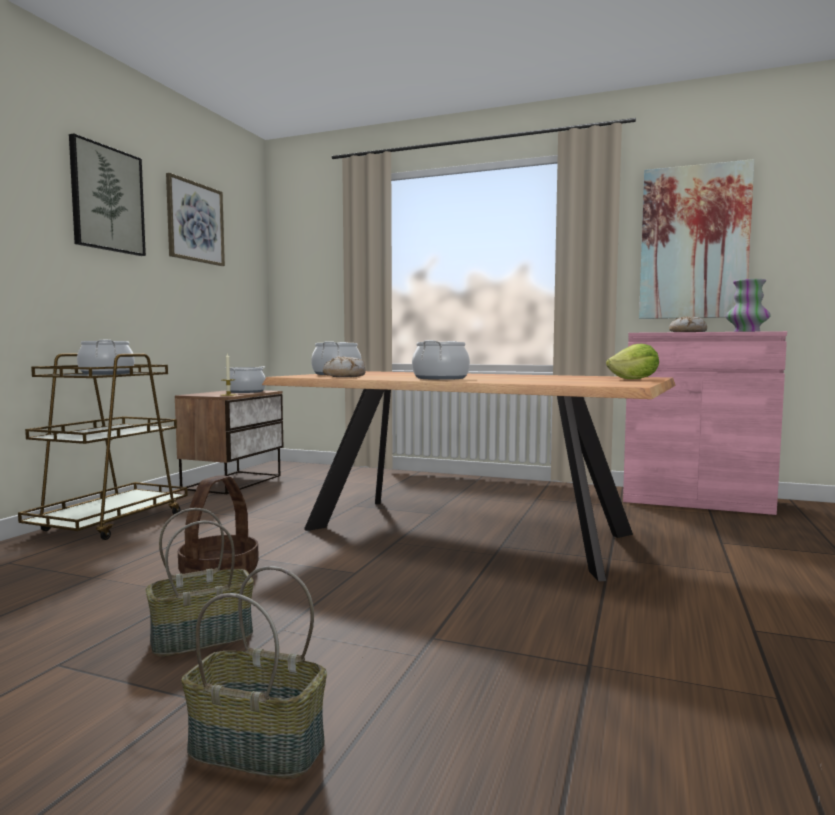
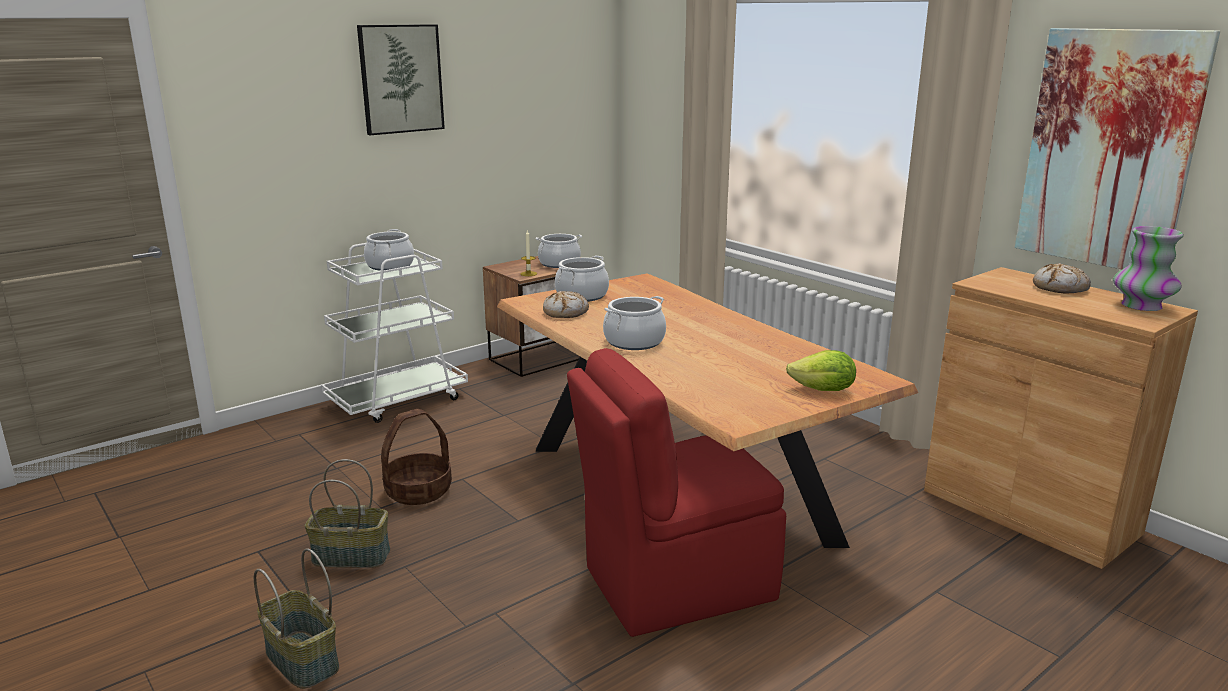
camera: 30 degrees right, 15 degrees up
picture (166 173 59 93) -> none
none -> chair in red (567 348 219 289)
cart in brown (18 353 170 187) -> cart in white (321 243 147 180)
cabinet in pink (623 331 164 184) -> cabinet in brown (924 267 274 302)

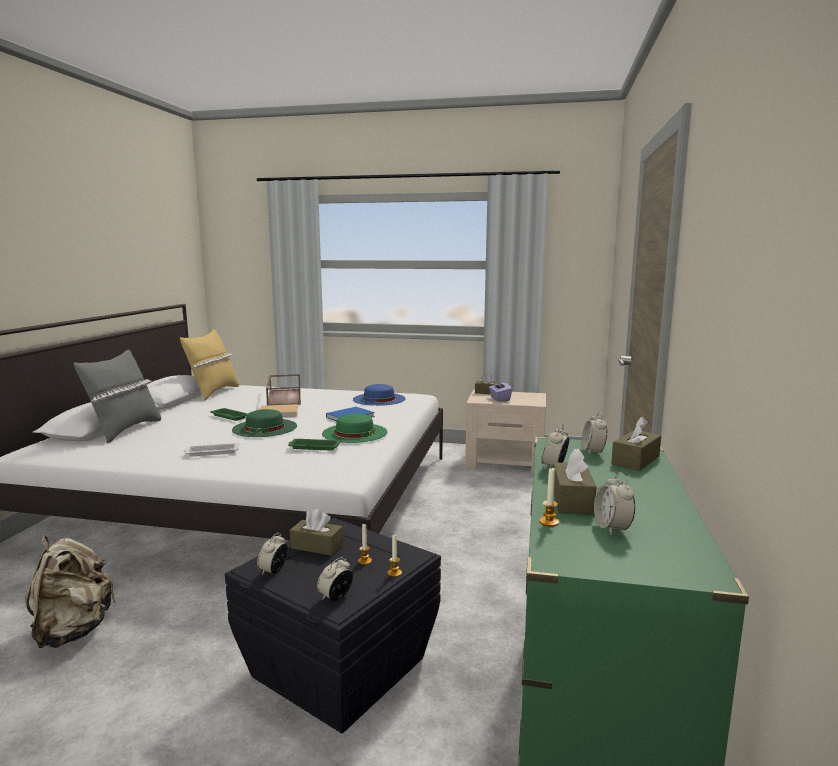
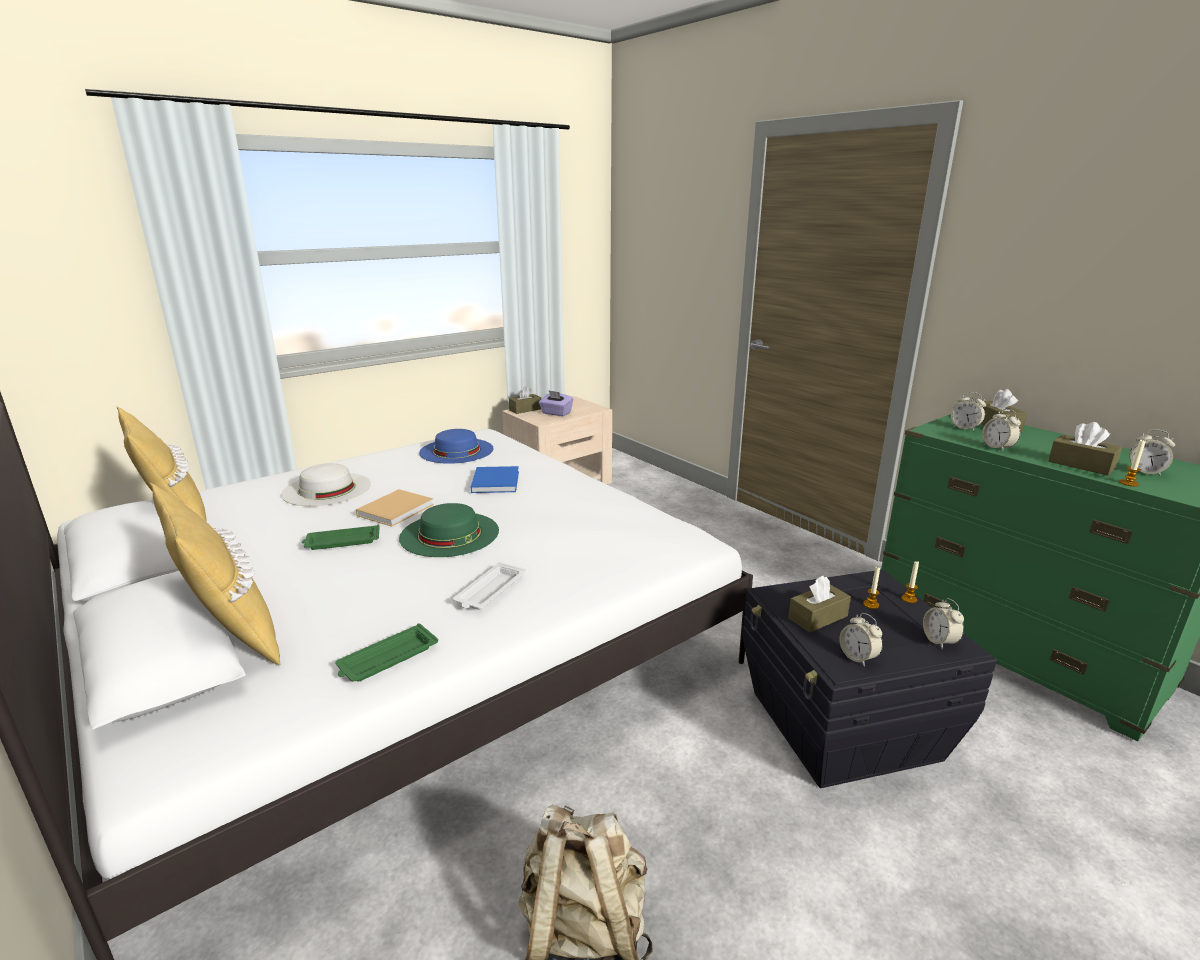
camera: 50 degrees left, 10 degrees up
hat in green (322 414 65 29) -> none
tray in green (288 439 53 11) -> tray in green (335 623 103 59), moved
tray in brown (266 374 35 32) -> hat in white (281 463 90 43)
pillow in grey (74 350 87 93) -> pillow in yellow (149 483 132 183)

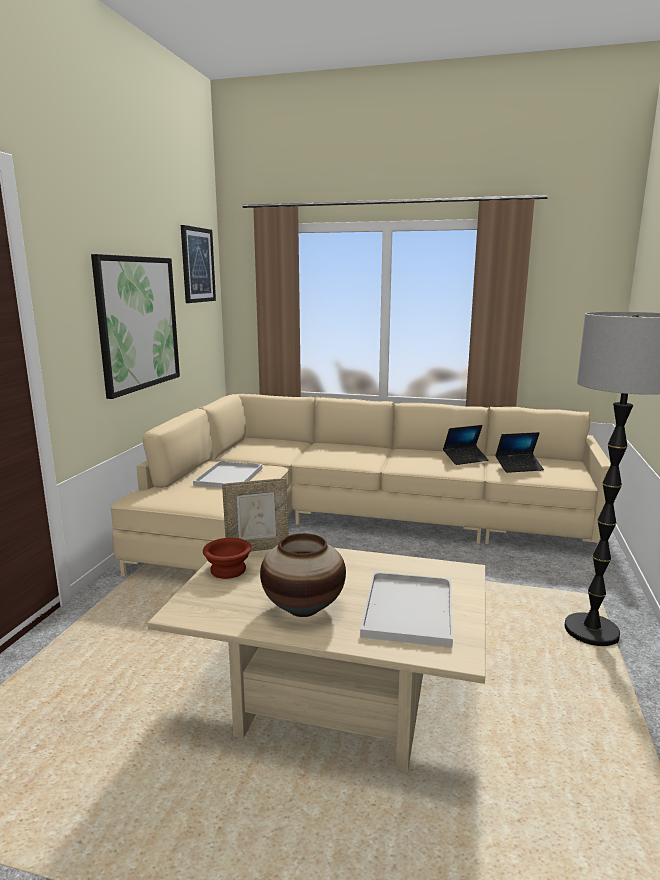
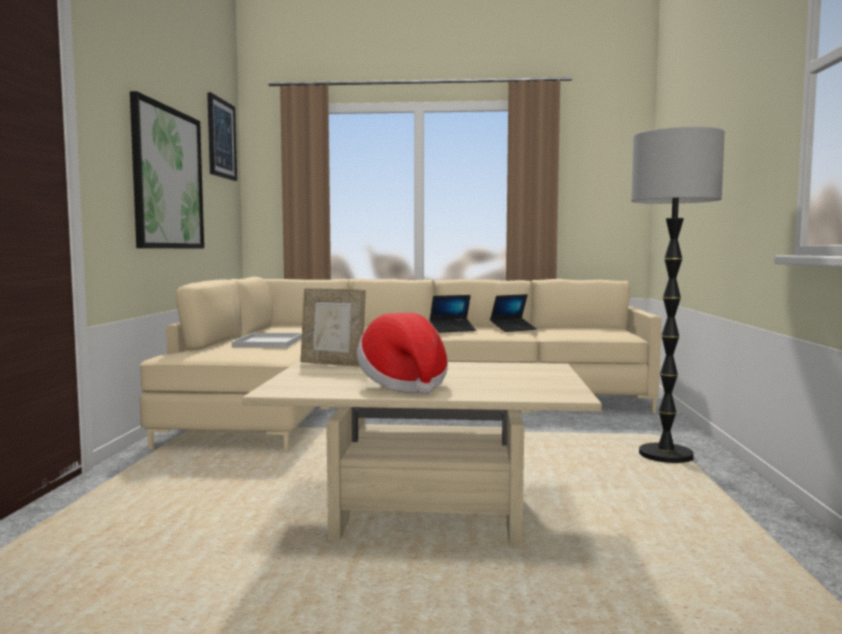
camera: 10 degrees left, 10 degrees down
bowl in brown (203 538 49 41) -> none
tray in white (360 572 93 75) -> none
laptop (495 432 49 41) -> laptop (430 295 47 38), moved
vase (260 533 86 84) -> hat (357 313 91 81)
picture frame (222 478 67 73) -> picture frame (300 288 66 78), 45 degrees clockwise

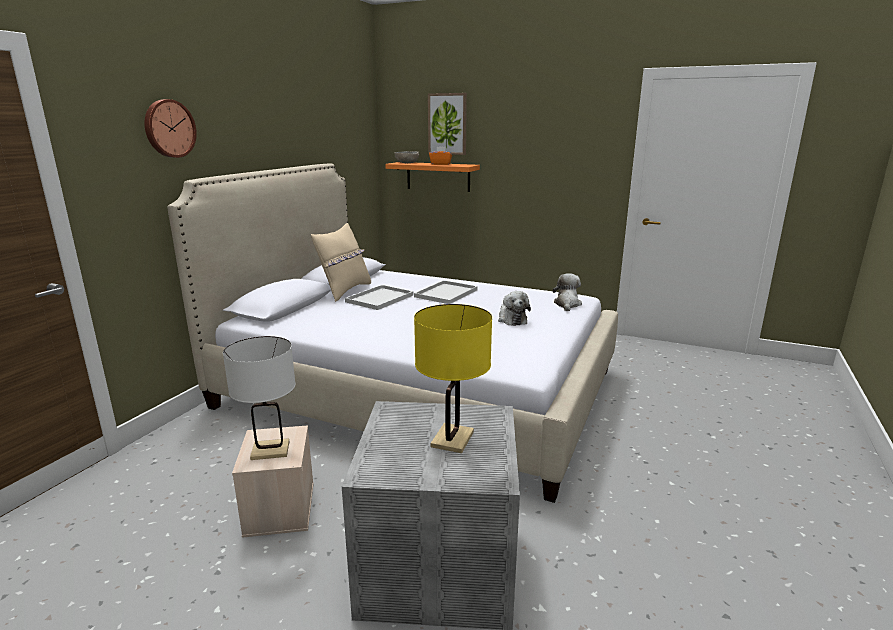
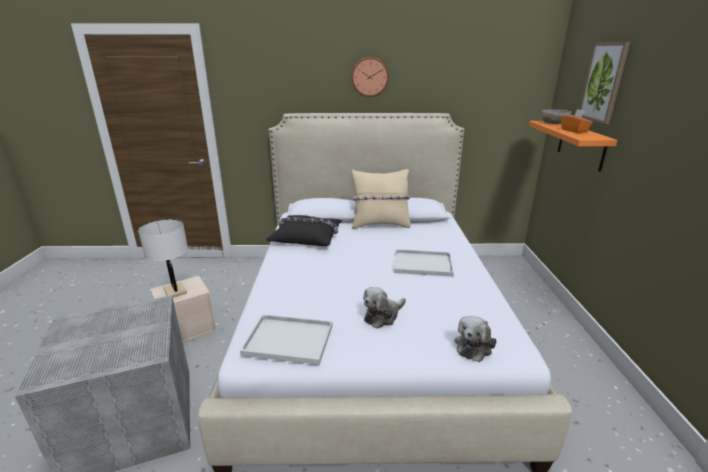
camera: 65 degrees right, 5 degrees up
table lamp in yellow (414 304 78 149) -> none
none -> pillow in black (266 215 76 31)
wall clock (144 99 53 59) -> wall clock (352 57 37 40), moved
tray in white (345 285 69 25) -> tray in white (240 314 93 51), moved
plush toy (553 273 29 38) -> plush toy (454 316 43 46), 135 degrees clockwise

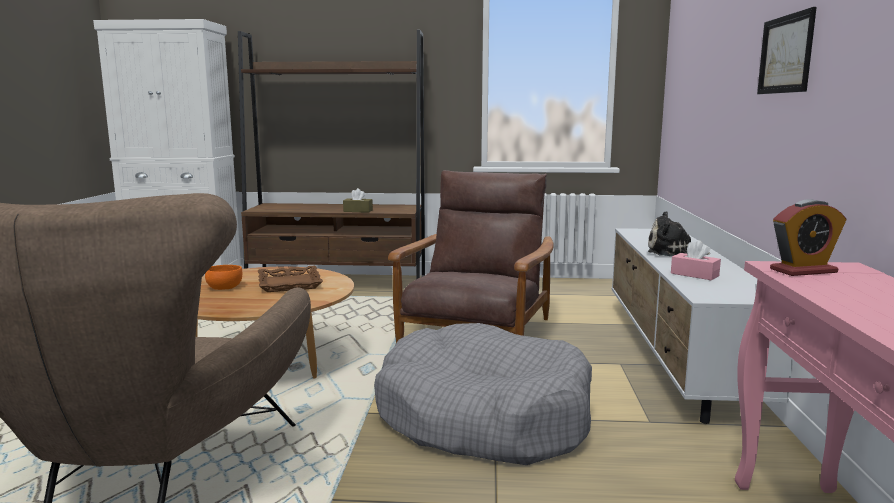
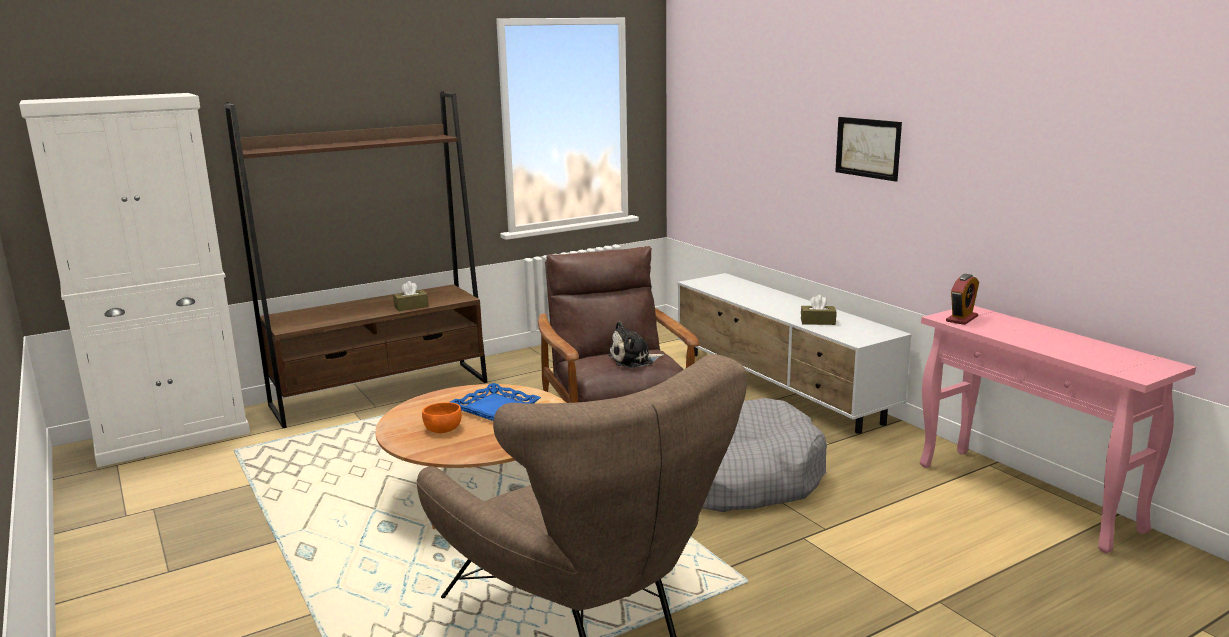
camera: 35 degrees left, 5 degrees up
plush toy (648 211 63 45) -> plush toy (608 321 56 47), moved
tray in brown (258 265 65 27) -> tray in blue (450 383 91 38)
tissue box in pink (671 240 50 40) -> tissue box in brown (801 295 35 30)

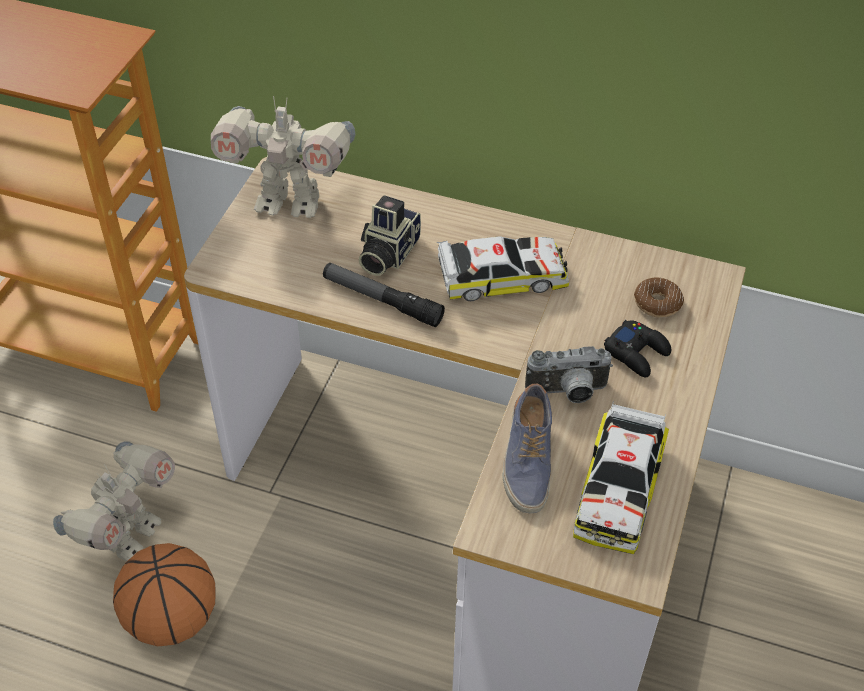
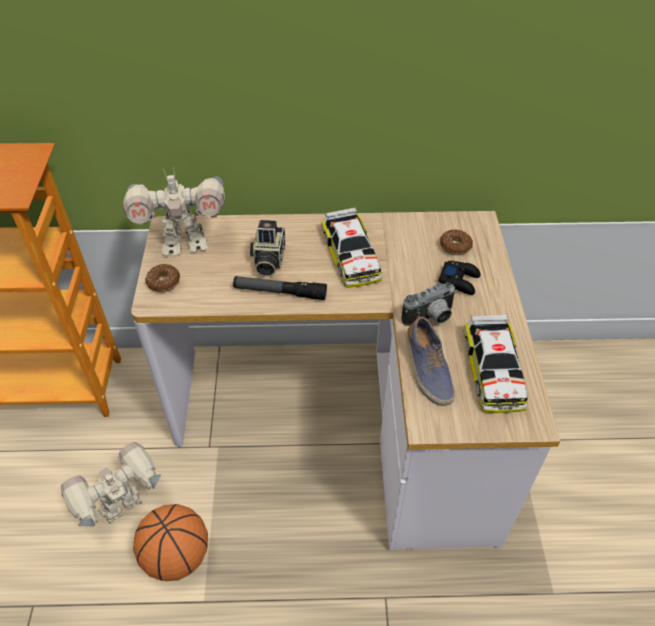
camera: 20 degrees left, 0 degrees up
none -> donut (145 264 35 28)
toy robot (53 441 122 120) -> toy robot (61 442 100 84), 135 degrees counterclockwise
toy car (436 237 133 64) -> toy car (322 207 60 81), 105 degrees clockwise

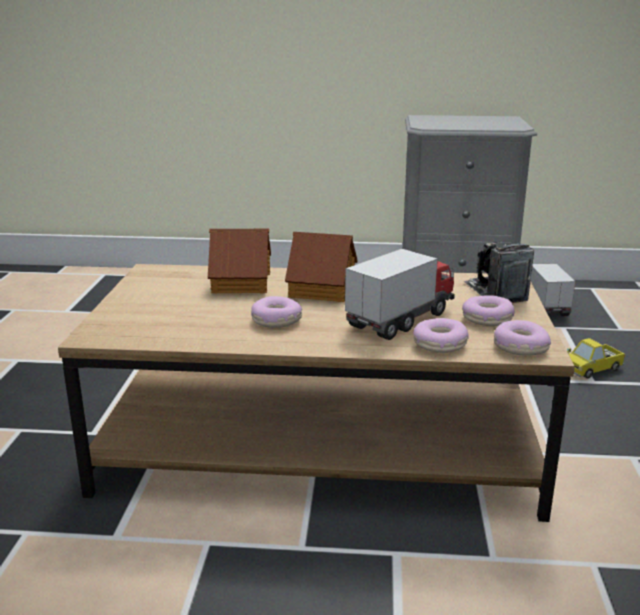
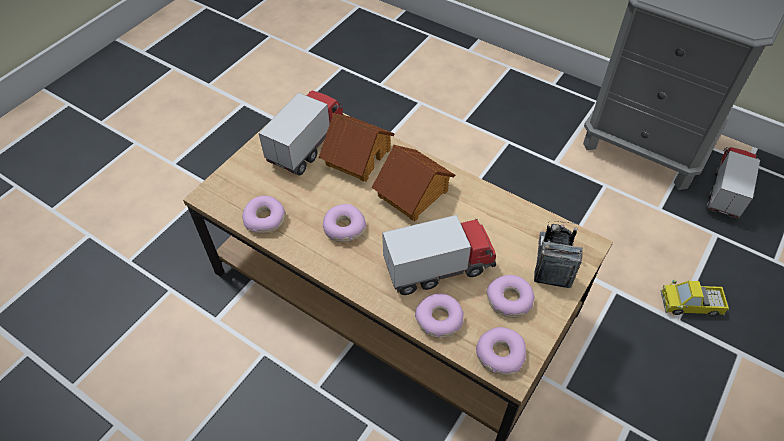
camera: 30 degrees right, 30 degrees up
none -> donut (242 196 44 37)
none -> toy truck (259 90 85 86)

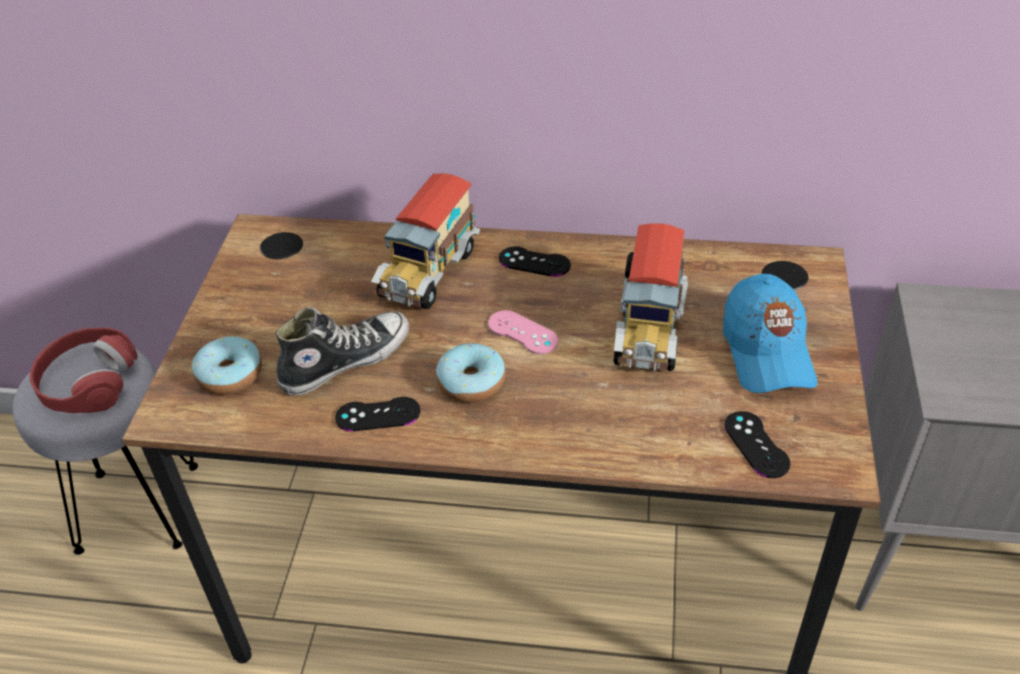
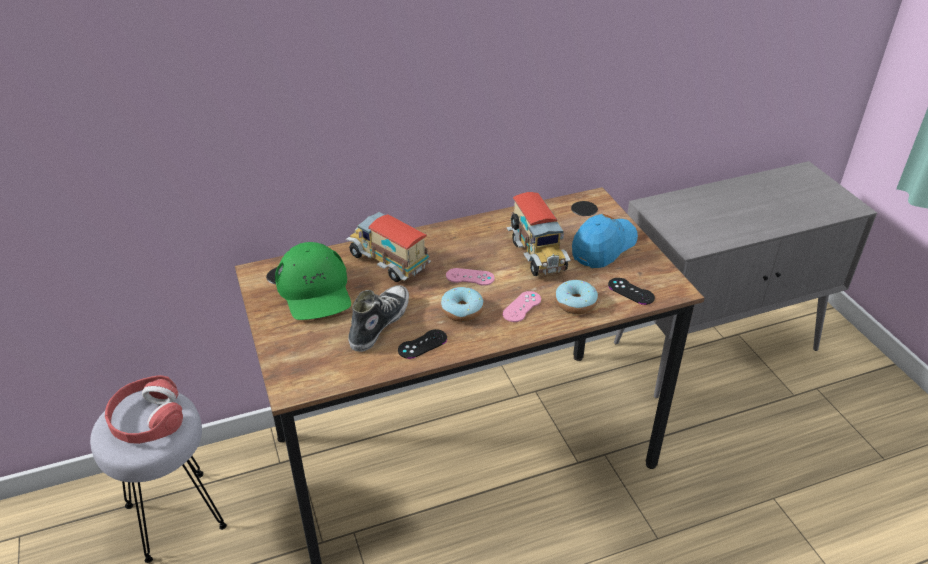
camera: 30 degrees left, 5 degrees down
game controller in black (499 246 72 31) -> none
none -> cap in green (275 242 76 78)
none -> game controller in pink (503 291 38 31)
donut (192 337 70 57) -> donut (555 280 43 34), moved
toy truck (371 173 109 136) -> toy truck (345 212 86 70), 135 degrees clockwise
cap in blue (723 274 94 119) -> cap in blue (572 214 66 54), 105 degrees counterclockwise

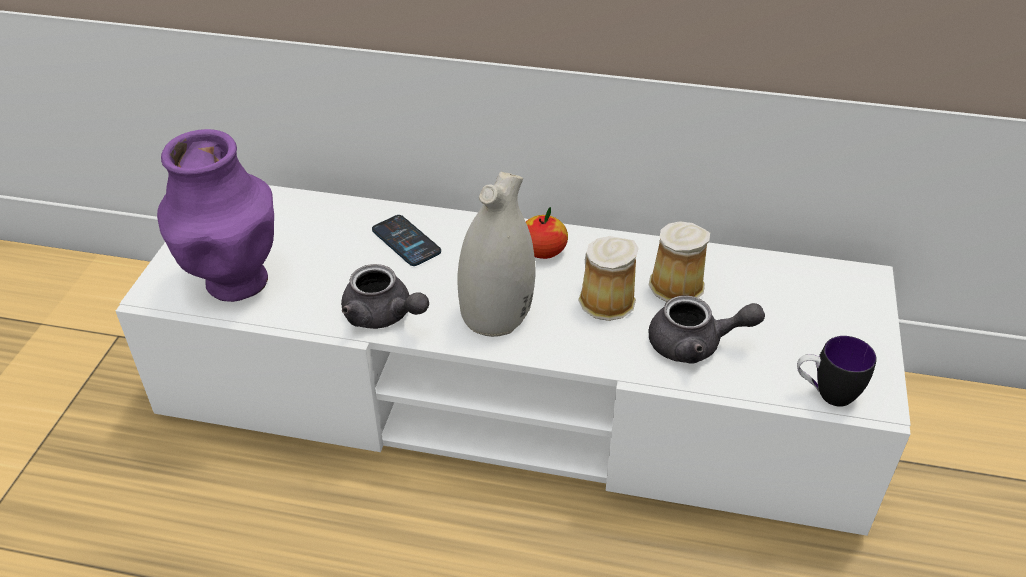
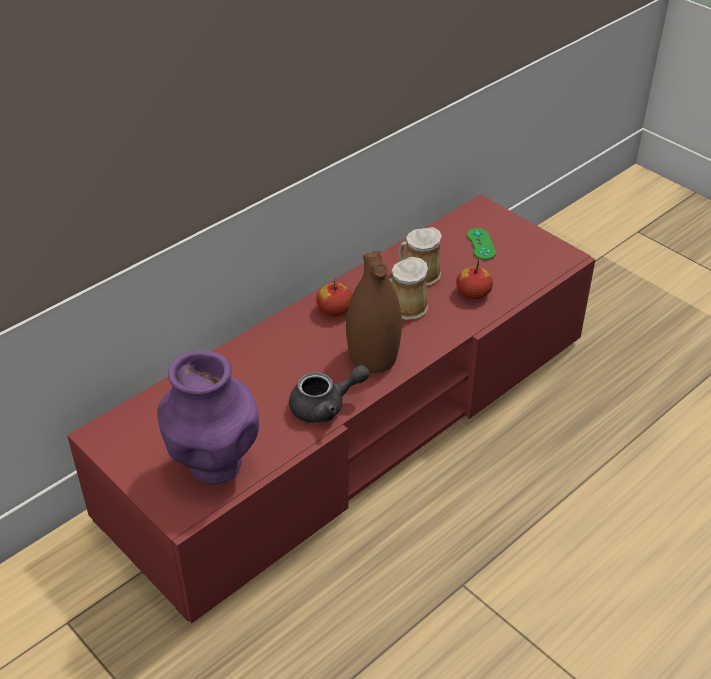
camera: 55 degrees left, 0 degrees up
phone (372 215 69 51) -> none
mug (797 336 80 71) -> none
none -> game controller in green (467 228 29 32)
teapot in grey (648 295 117 69) -> apple (456 260 37 39)
tv stand in white (116 185 795 351) -> tv stand in red (67 194 529 430)
vase in white (457 172 79 165) -> vase in brown (346 251 56 122)

